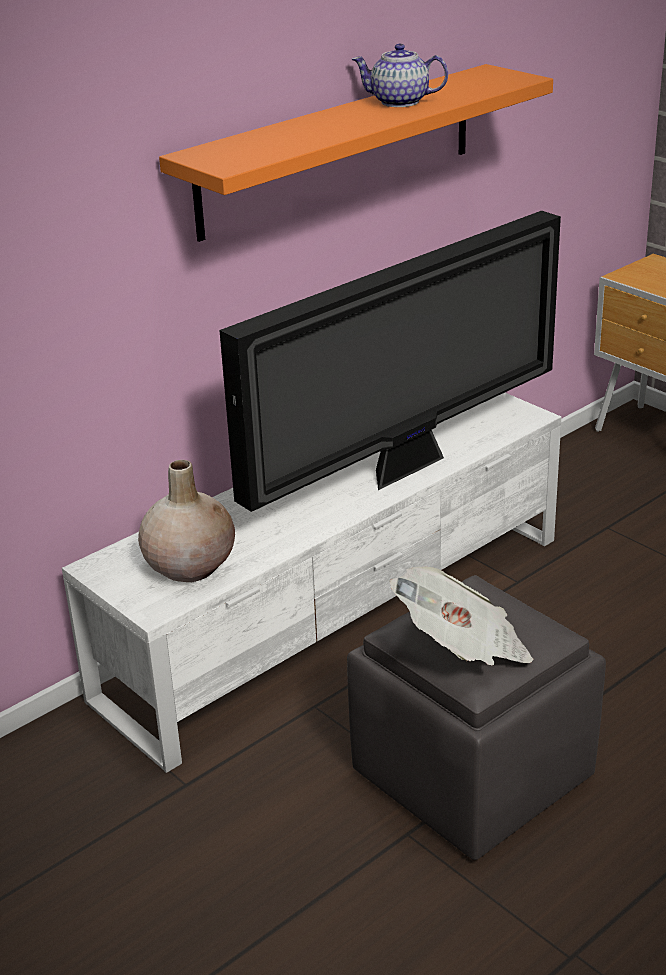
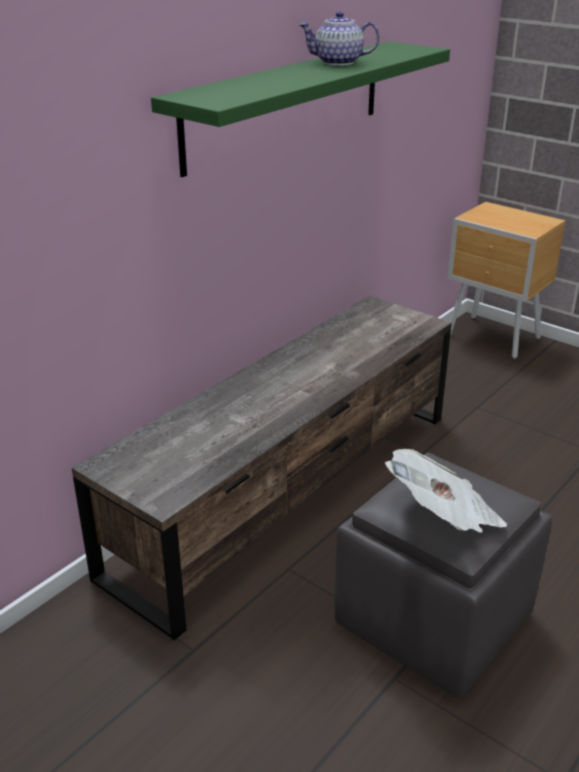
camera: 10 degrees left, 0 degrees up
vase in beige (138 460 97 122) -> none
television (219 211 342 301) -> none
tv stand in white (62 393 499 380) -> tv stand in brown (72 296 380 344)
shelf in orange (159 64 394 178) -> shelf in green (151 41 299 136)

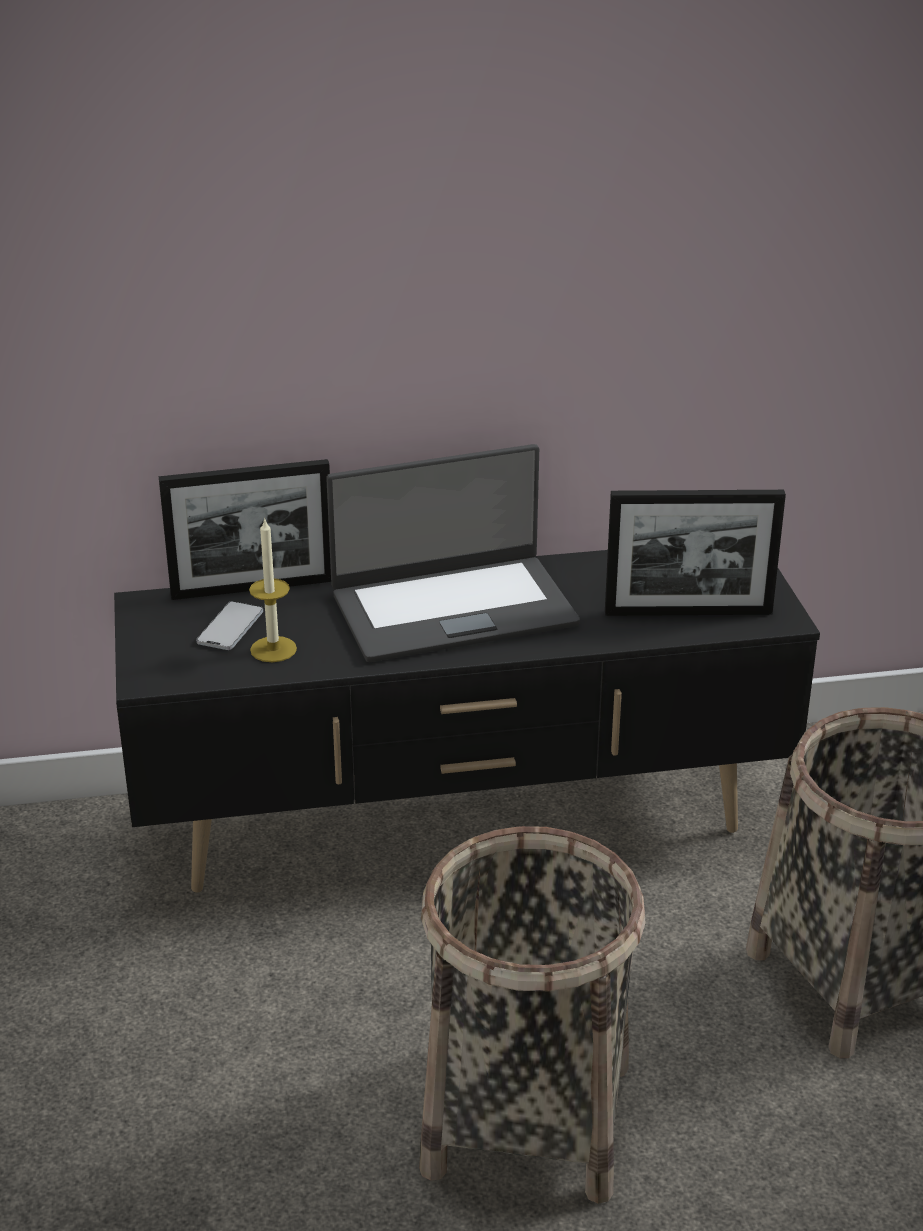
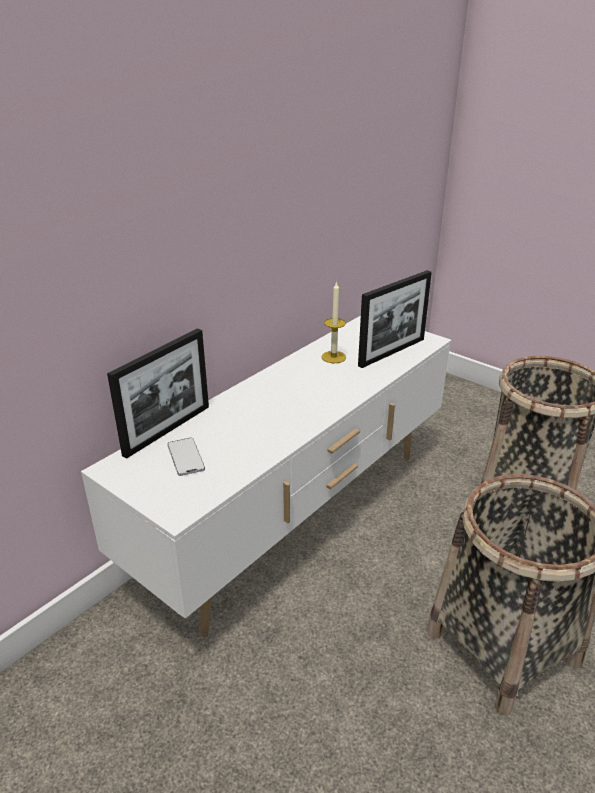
camera: 40 degrees left, 0 degrees up
laptop (326 444 254 218) -> none
candle (249 517 48 145) -> candle (322 281 24 82), moved
tv stand in black (114 550 706 343) -> tv stand in white (81 316 370 321)

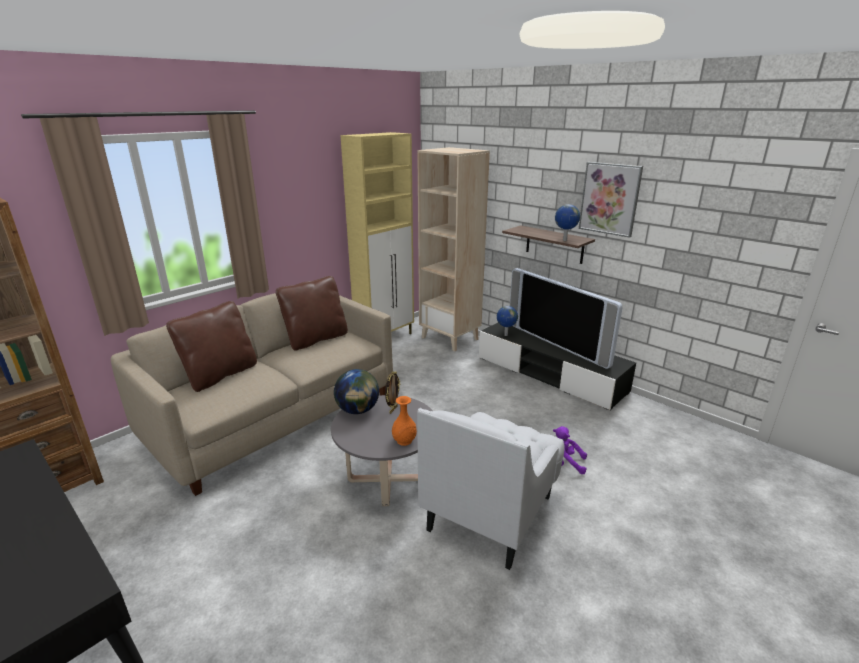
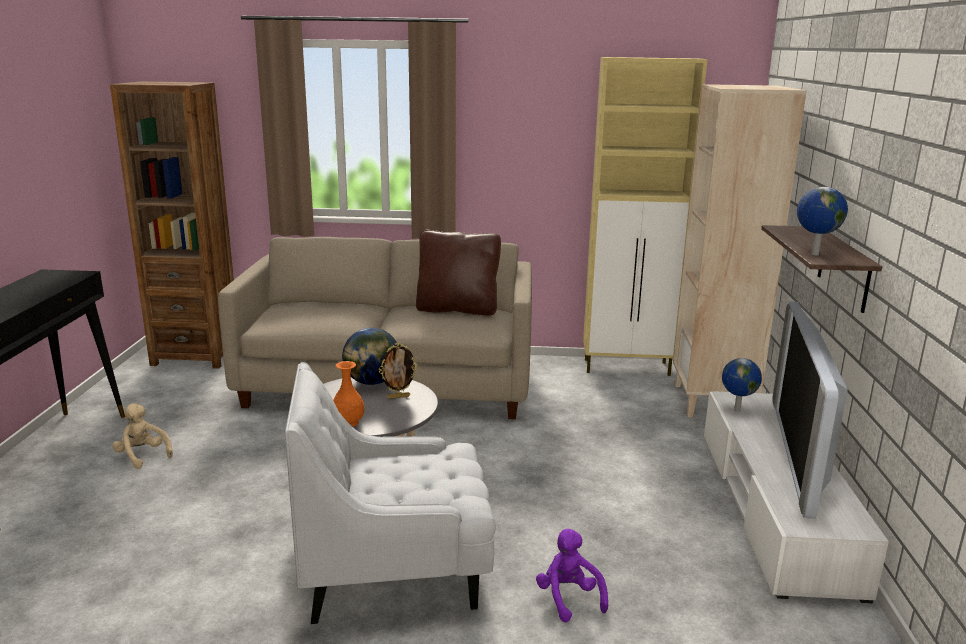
camera: 50 degrees right, 5 degrees down
pillow in brown (166 301 91 91) -> none
picture (579 162 64 76) -> none
none -> plush toy in beige (112 403 61 66)
tv stand in black (479 323 157 88) -> tv stand in white (704 391 185 212)

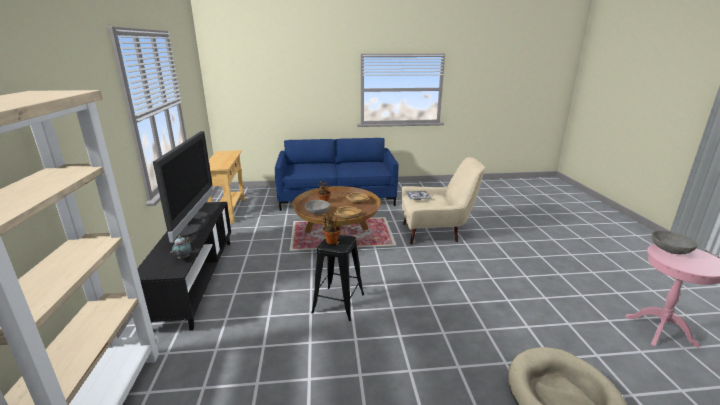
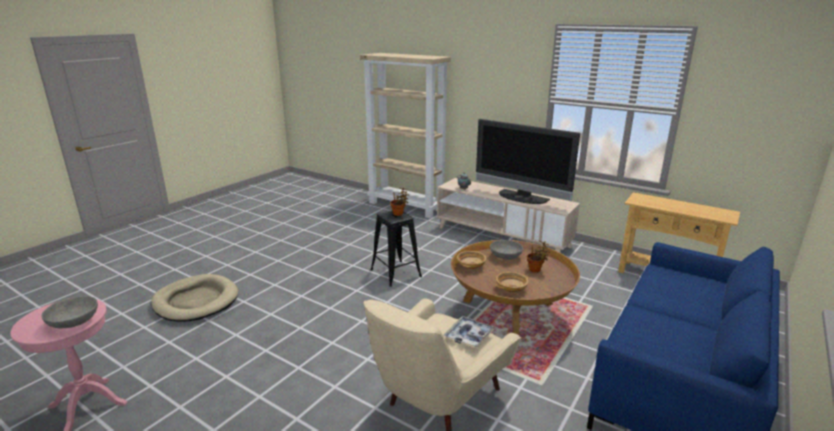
camera: 130 degrees right, 0 degrees up
tv stand in black (137 202 94 129) -> tv stand in beige (437 178 143 75)

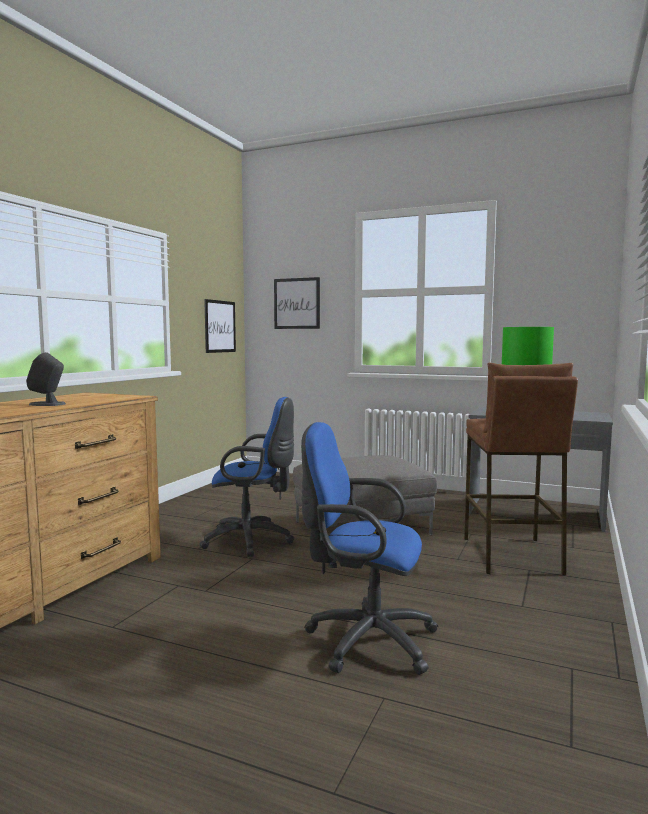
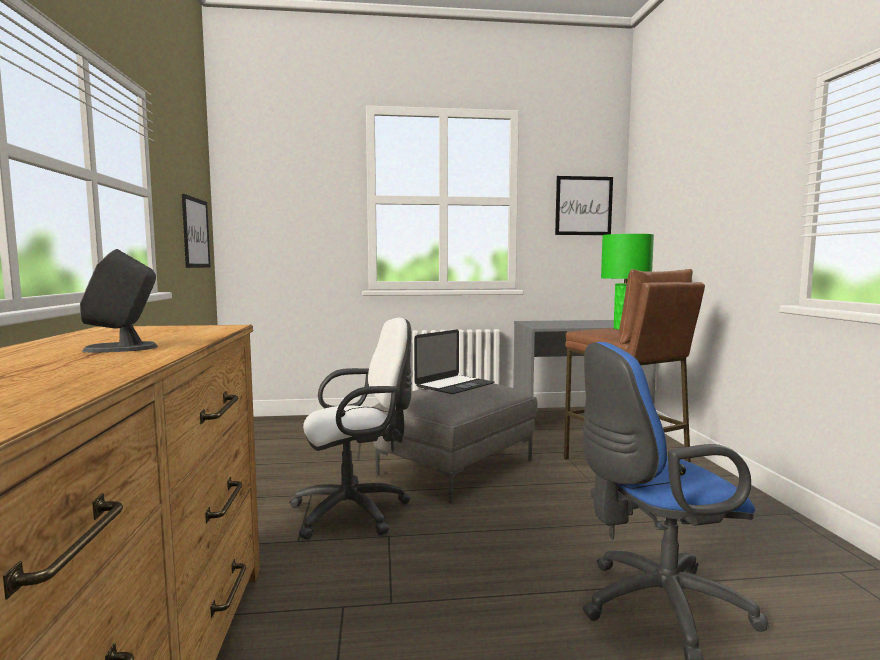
camera: 30 degrees left, 0 degrees up
none -> laptop (414 330 81 64)
picture (274 277 46 52) -> picture (555 176 58 59), moved
office chair in blue (199 397 95 160) -> office chair in white (289 318 123 222)

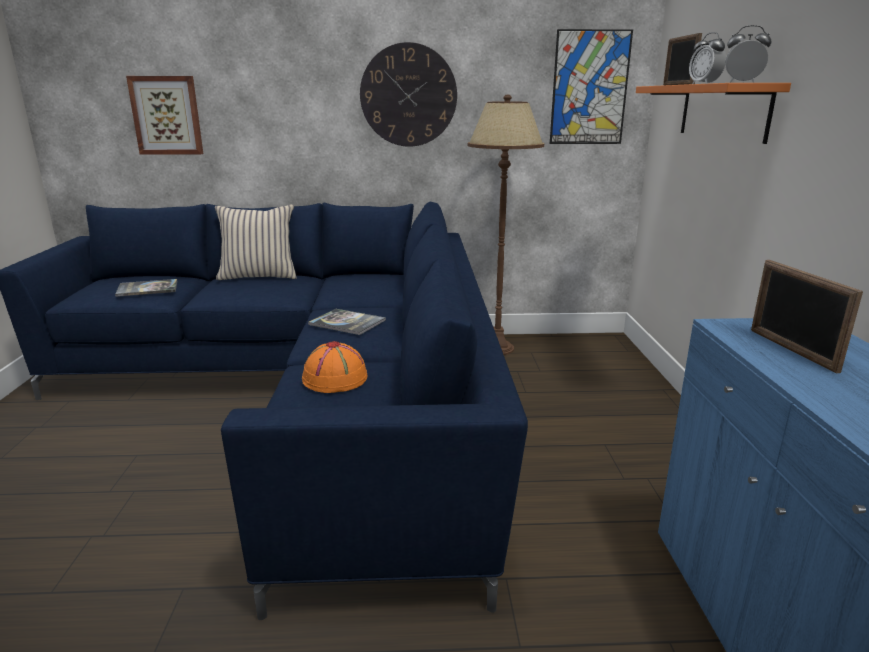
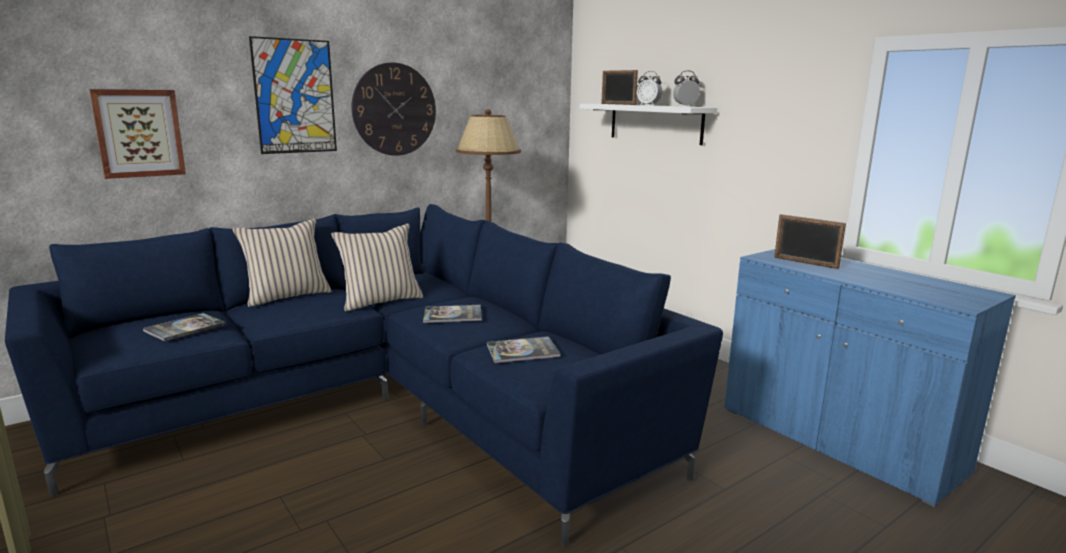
camera: 35 degrees left, 5 degrees down
none -> pillow in beige (331 223 92 88)
picture (550 29 83 115) -> picture (249 36 88 118), moved
hat in orange (302 341 65 52) -> book (487 336 74 27)
shelf in orange (636 83 155 61) -> shelf in white (580 104 137 41)

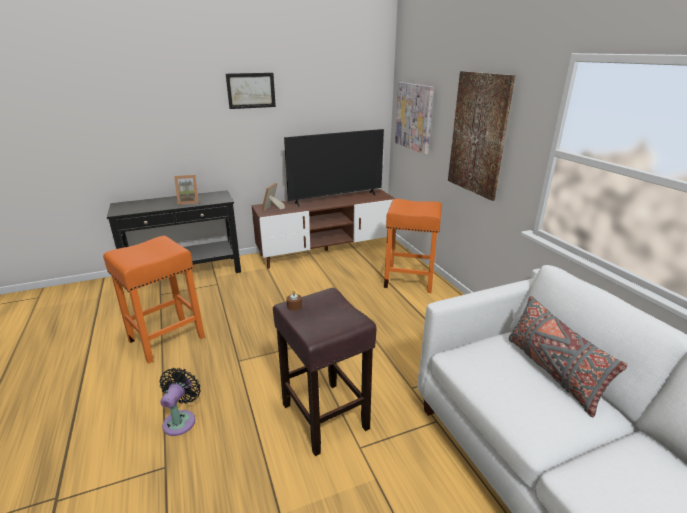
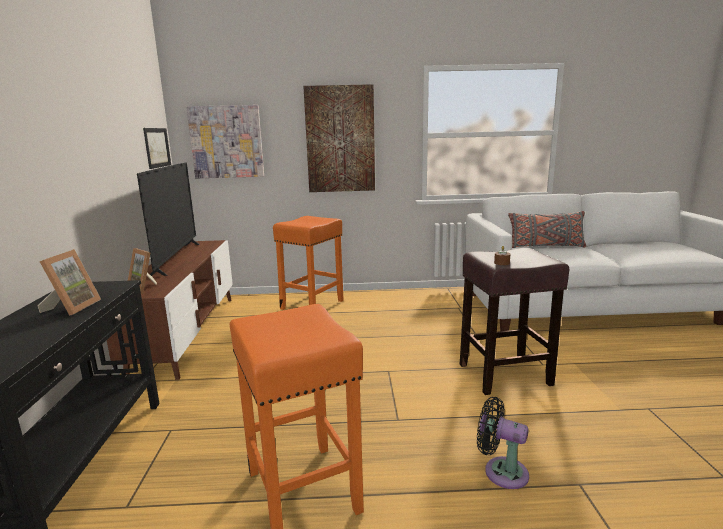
camera: 70 degrees left, 10 degrees down
picture (226 73 50 36) -> picture (143 128 28 41), moved

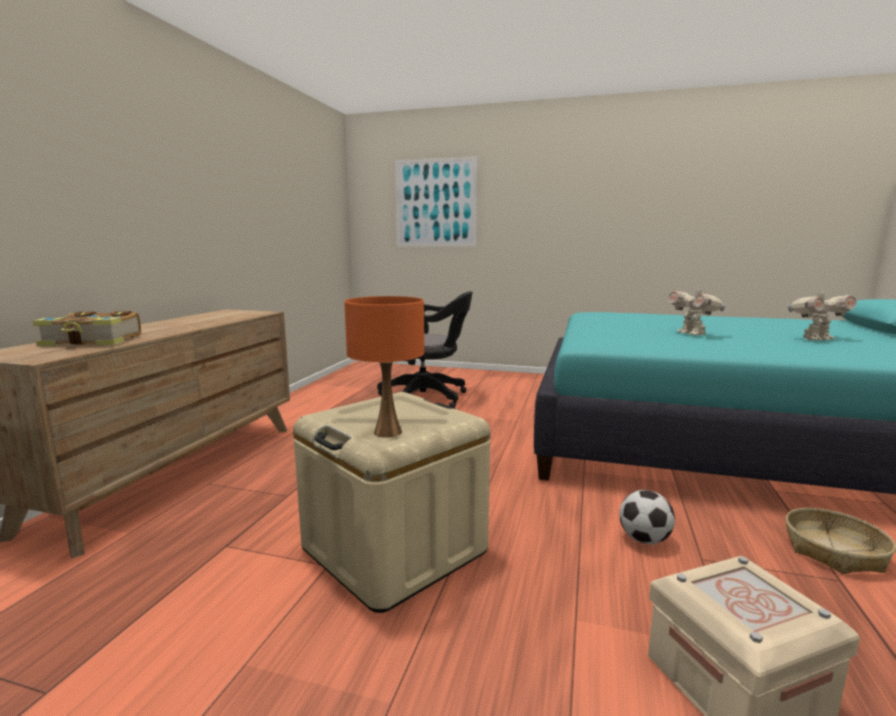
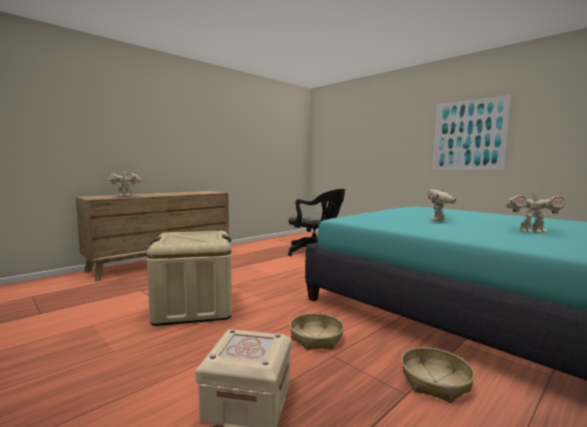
camera: 30 degrees right, 5 degrees down
table lamp in orange (344 296 80 142) -> none
picture (395 156 82 91) -> picture (433 95 79 75), moved
book (33 311 108 35) -> toy robot (107 171 34 25)
football (619 490 56 54) -> basket (290 313 54 37)

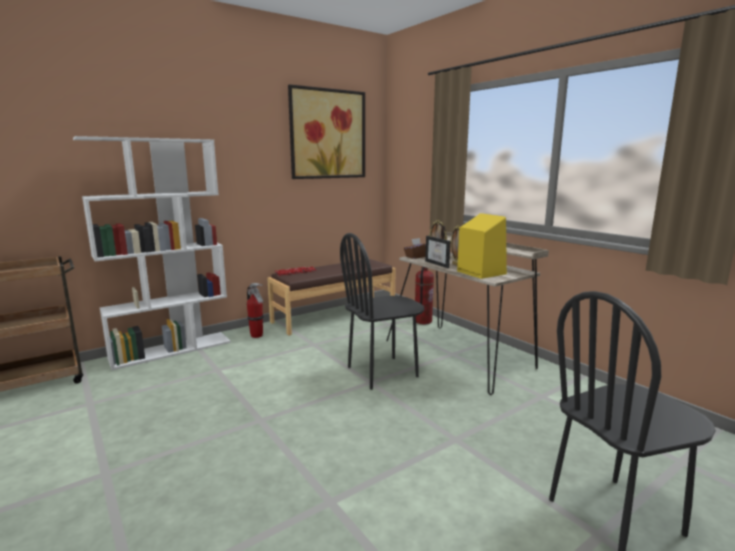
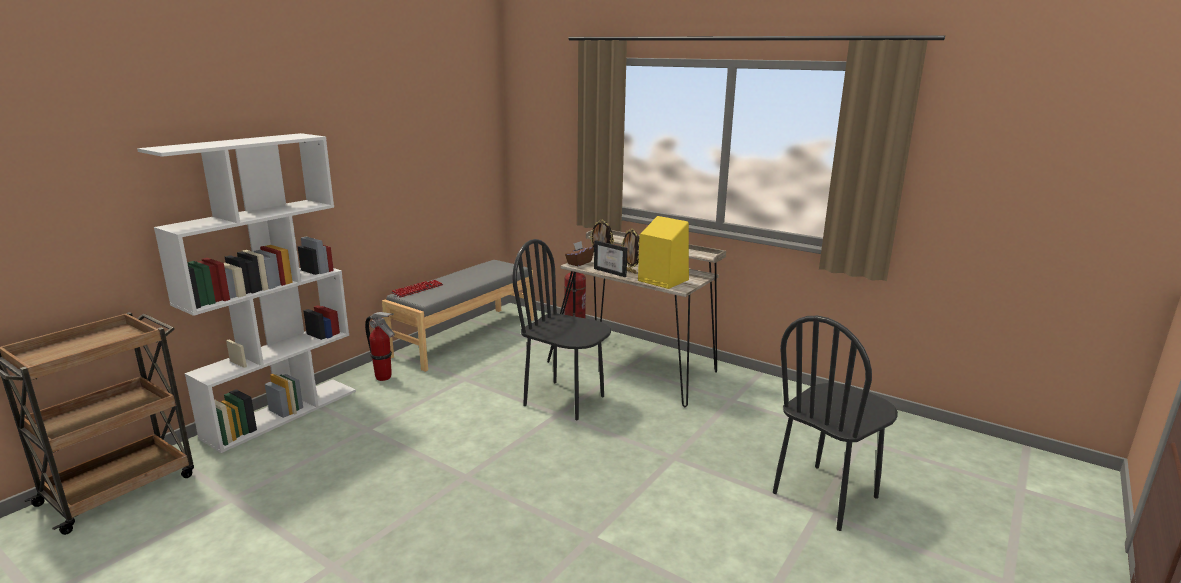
camera: 20 degrees left, 5 degrees up
picture (288 84 77 95) -> none
bench in brown (267 259 129 76) -> bench in grey (382 260 152 112)
chair in black (340 233 85 157) -> chair in black (512 239 99 181), 75 degrees clockwise

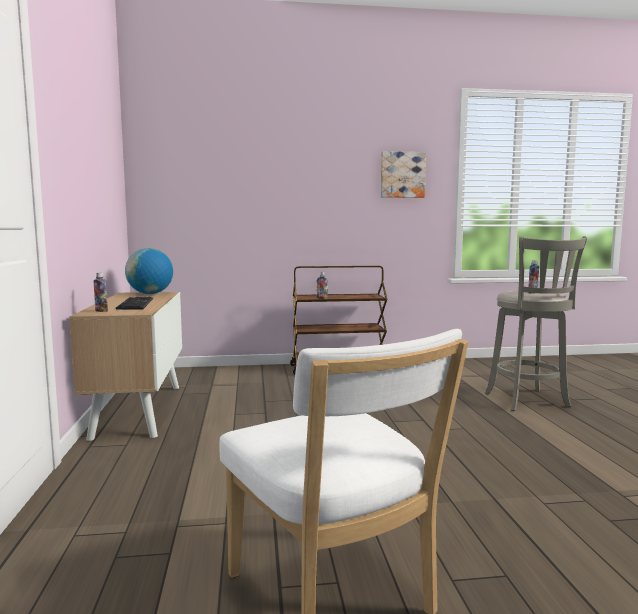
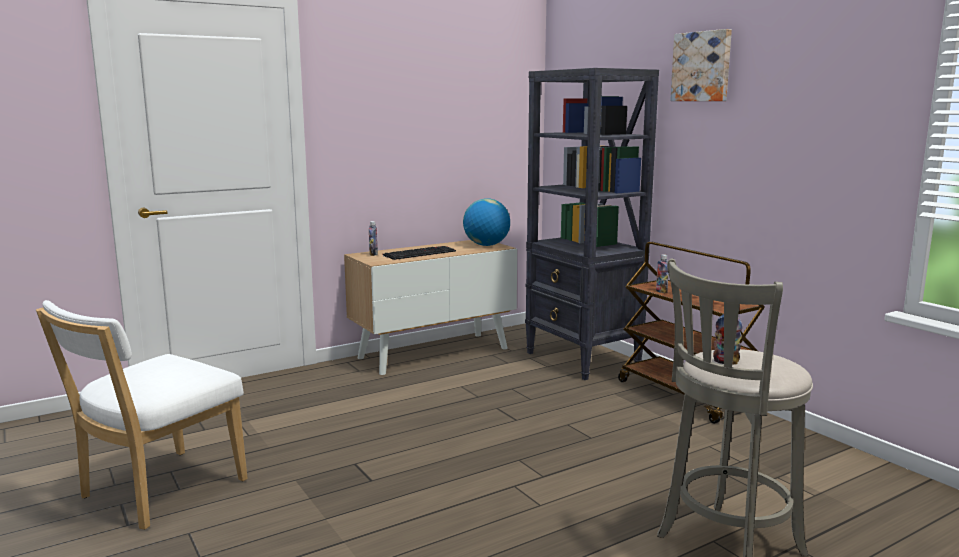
camera: 65 degrees right, 5 degrees up
none -> bookcase in black (525 68 134 312)
picture (381 151 45 47) -> picture (670 29 62 72), moved

